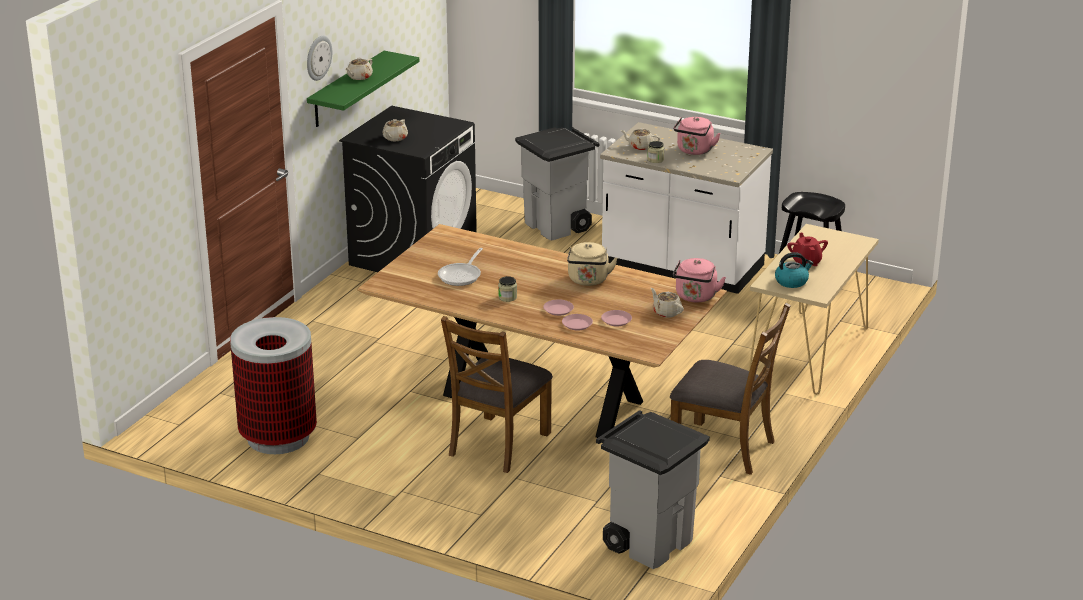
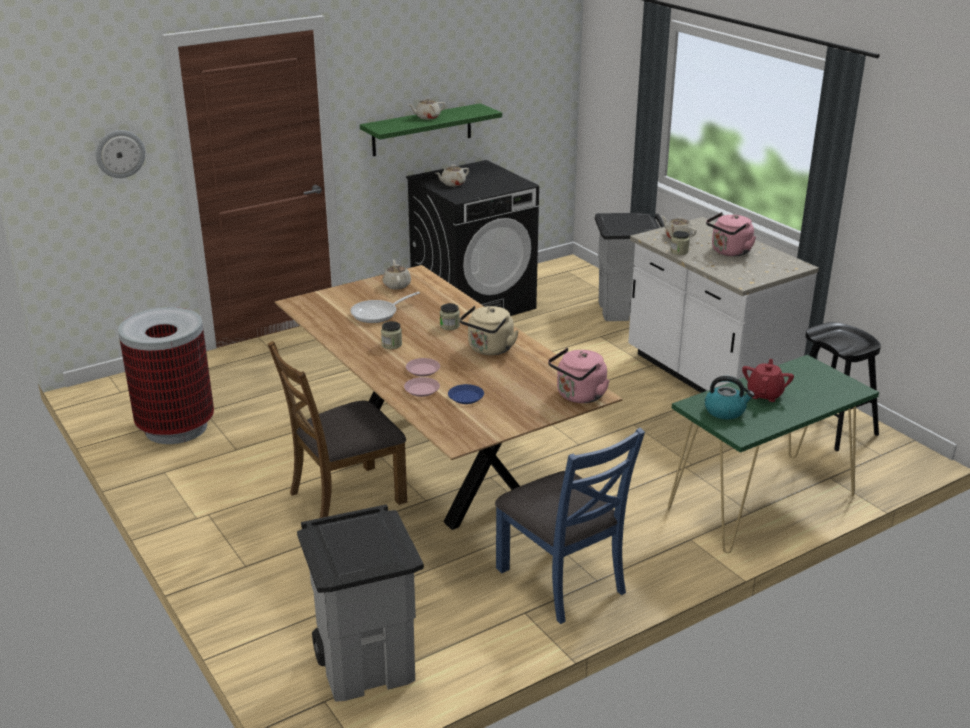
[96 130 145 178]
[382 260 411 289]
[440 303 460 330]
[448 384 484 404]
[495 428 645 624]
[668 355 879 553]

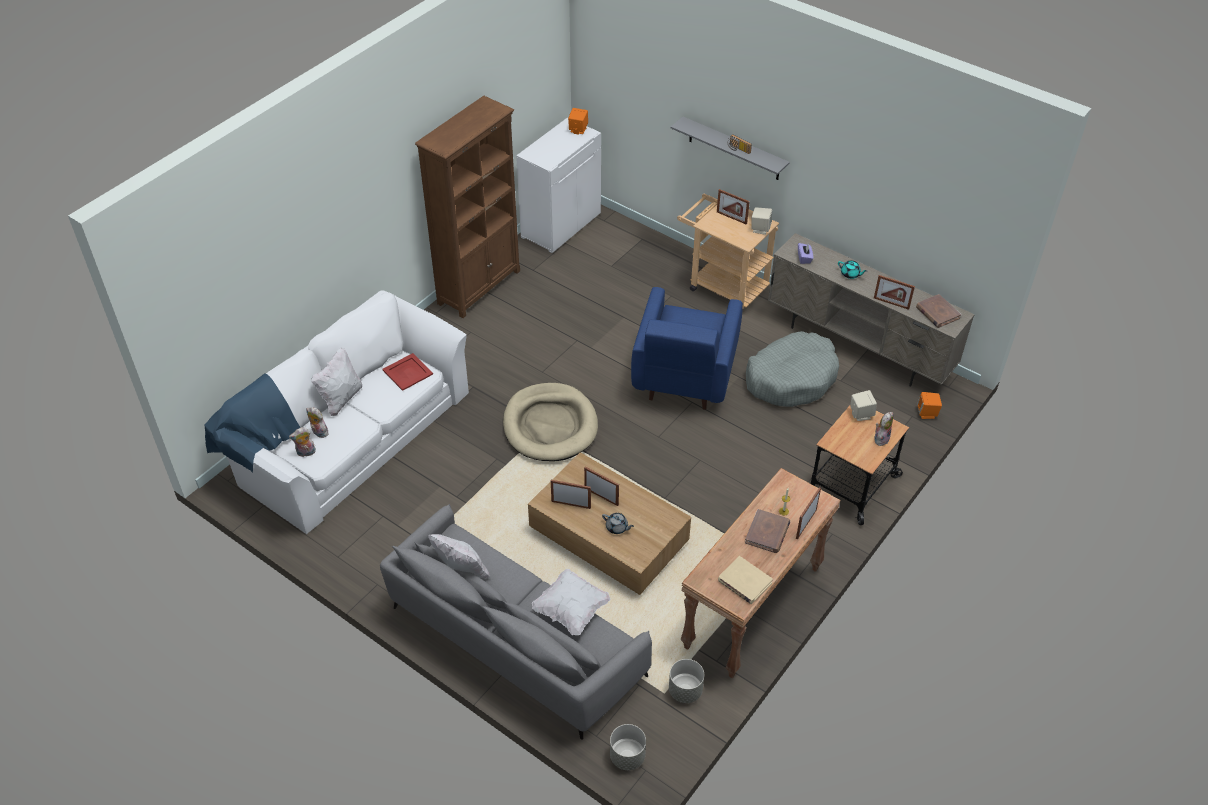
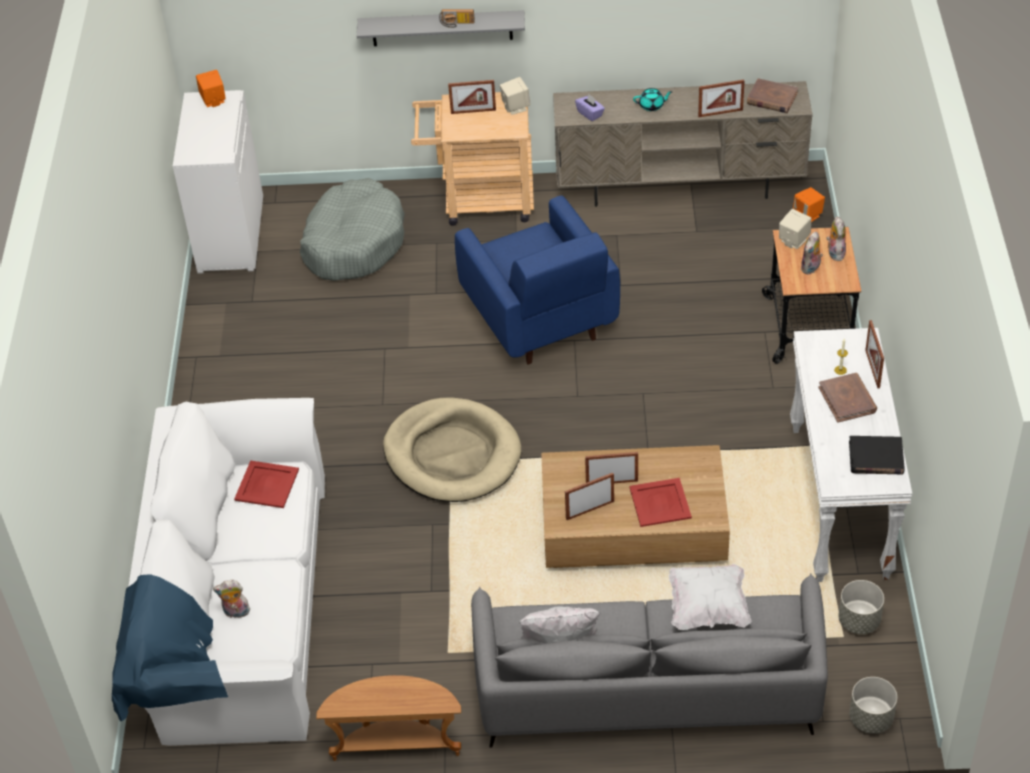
[300 178 405 281]
[316 675 461 761]
[629 478 692 527]
[790 328 913 582]
[800 232 823 275]
[849 436 905 475]
[311 348 362 416] (first image)
[415 96 520 318] (first image)

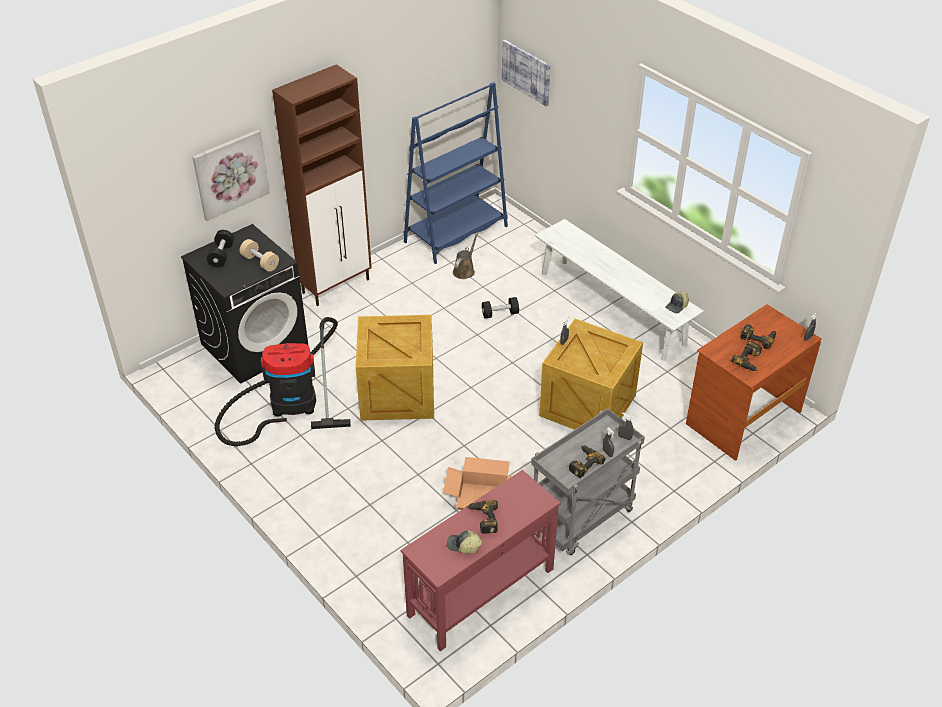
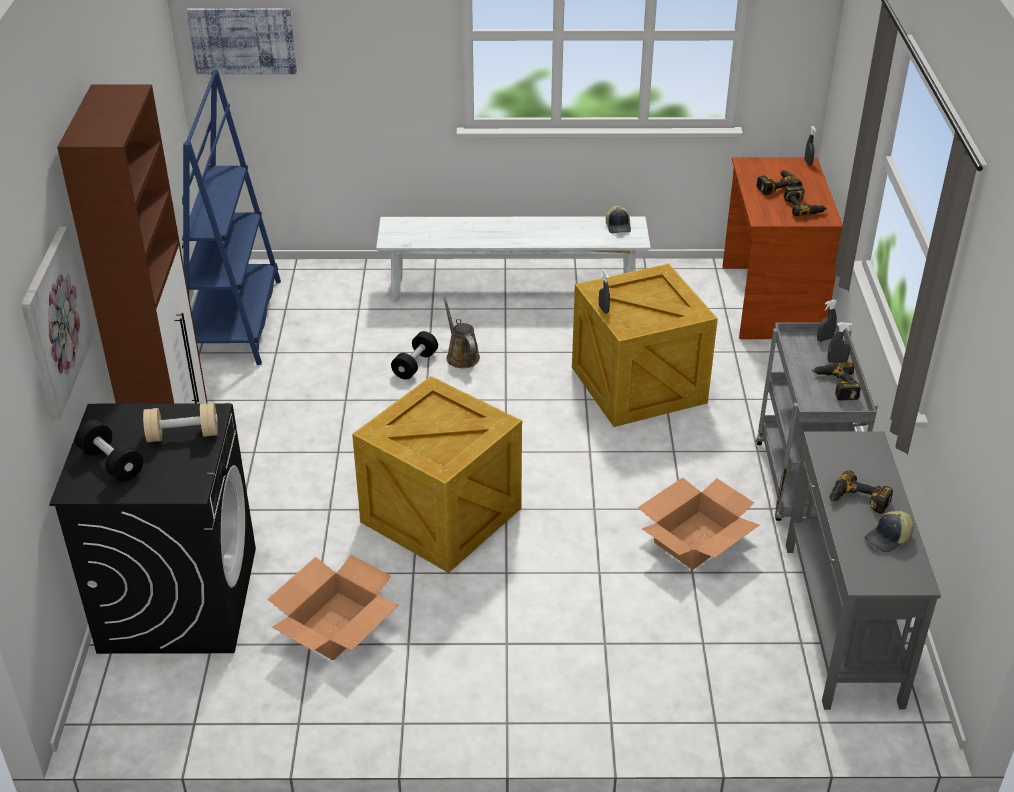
[267 555 399 661]
[443 297 480 368]
[786 431 941 710]

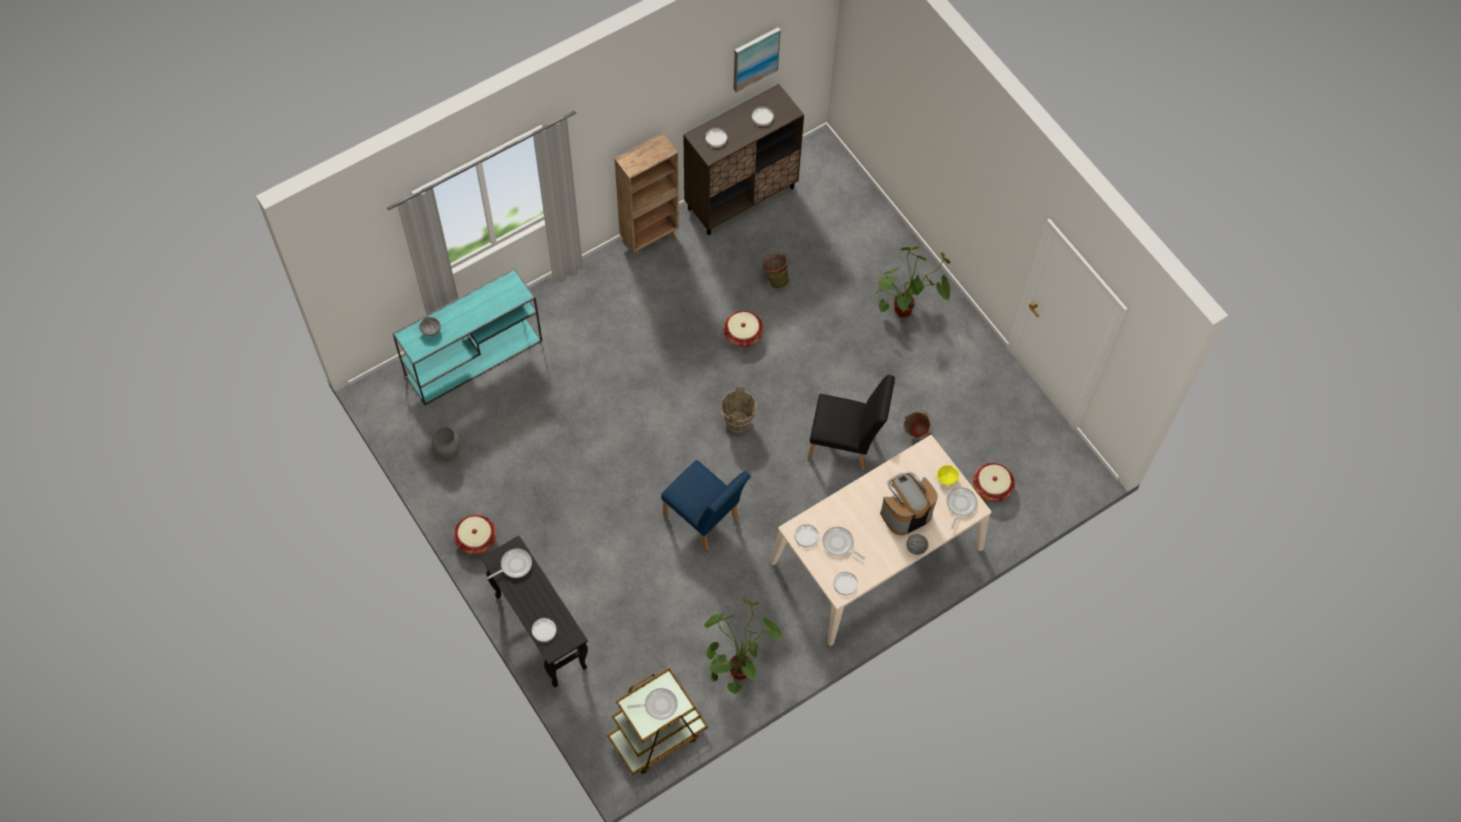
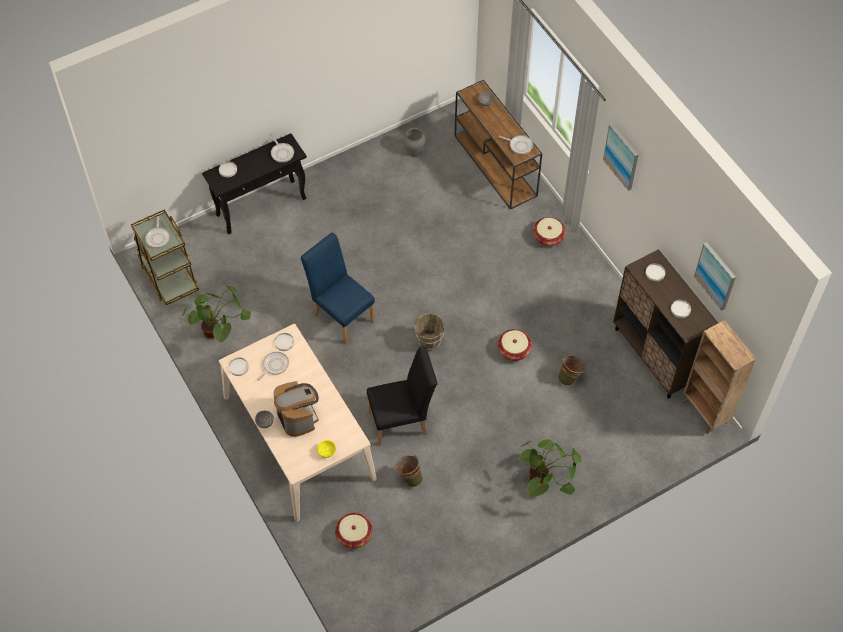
[301 232 375 345]
[367 346 437 446]
[455 80 542 210]
[499 135 533 155]
[533 217 566 246]
[603 123 639 191]
[683 320 756 434]

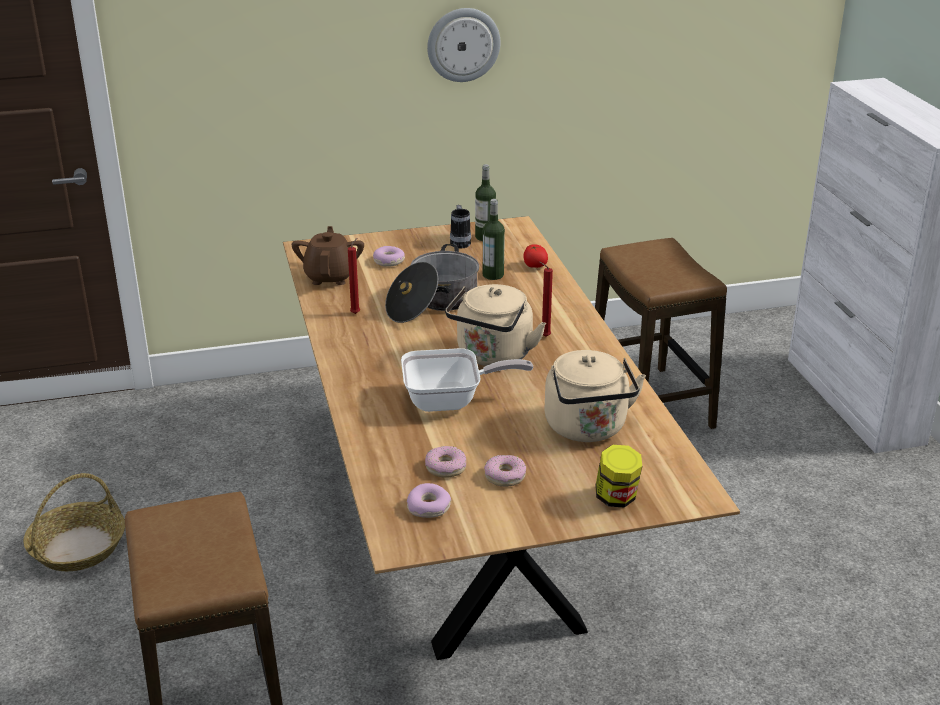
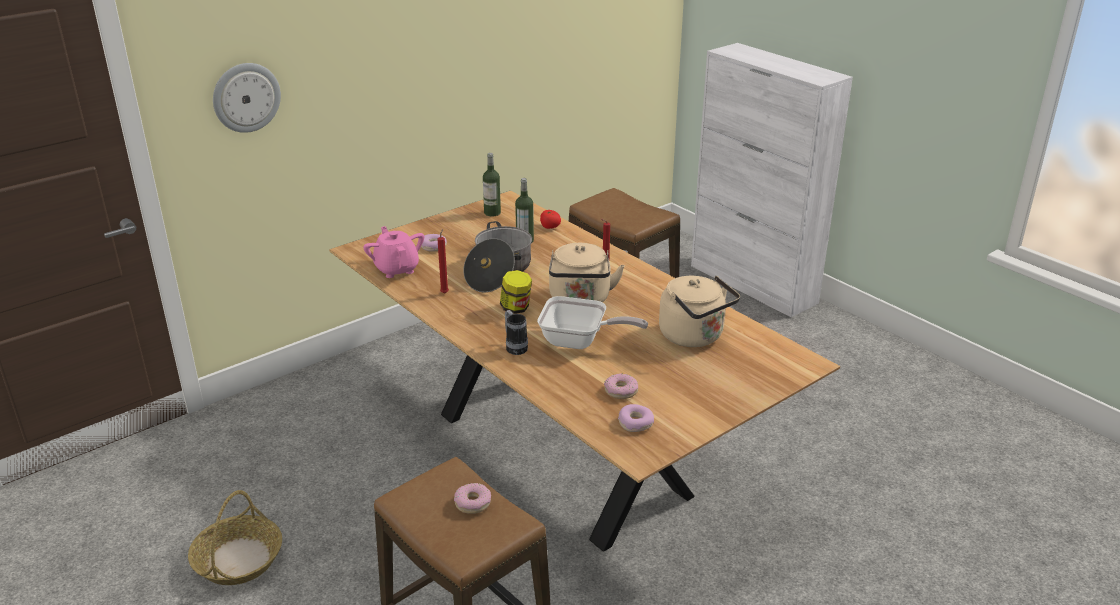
[213 63 281 133]
[363 226 424 278]
[454 483 491 514]
[500 270 532 314]
[505 310 528 355]
[537 296 648 349]

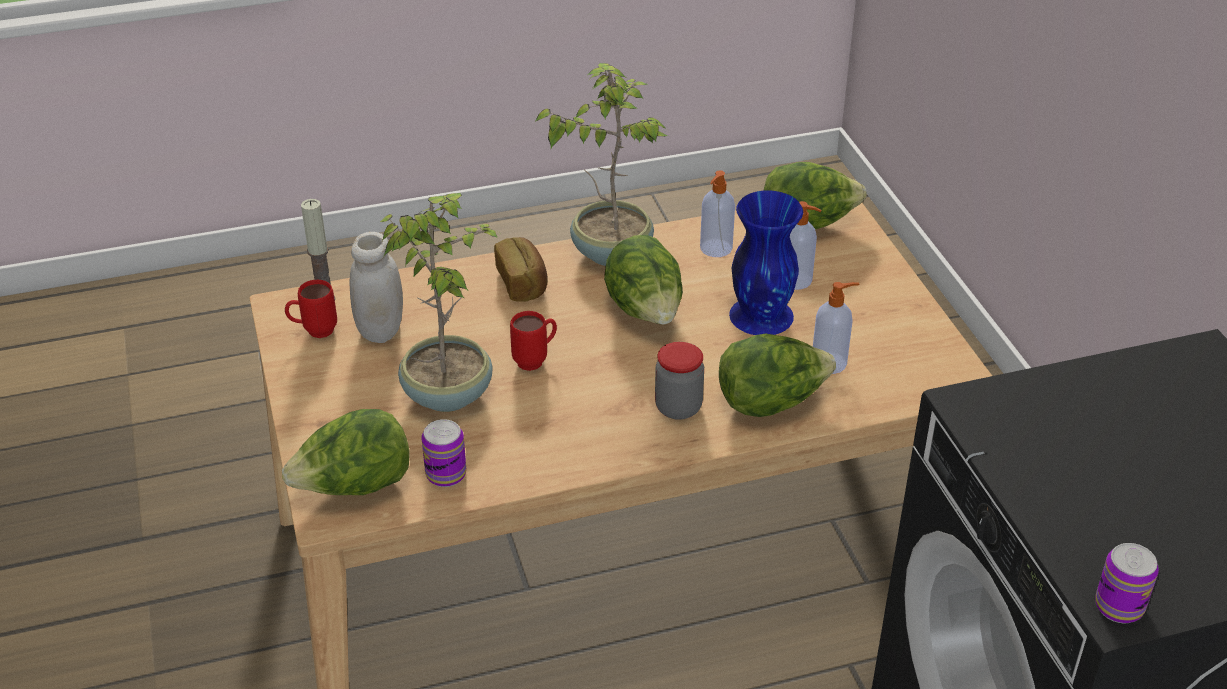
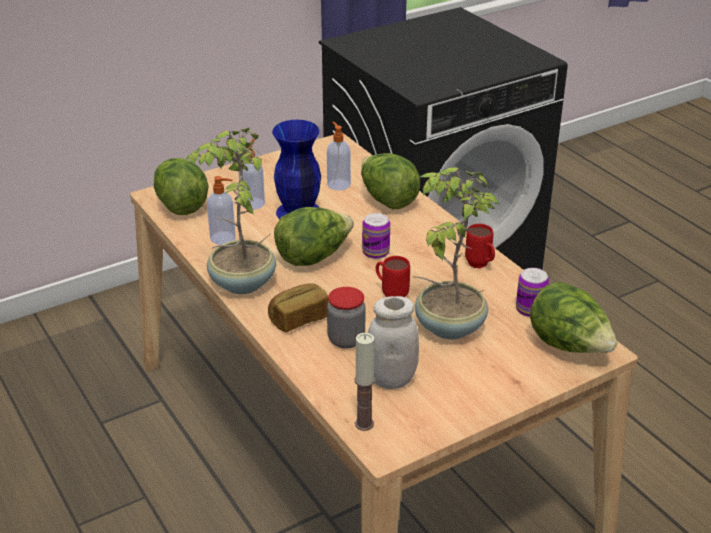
[327 287 365 349]
[362 213 390 259]
[465 224 495 268]

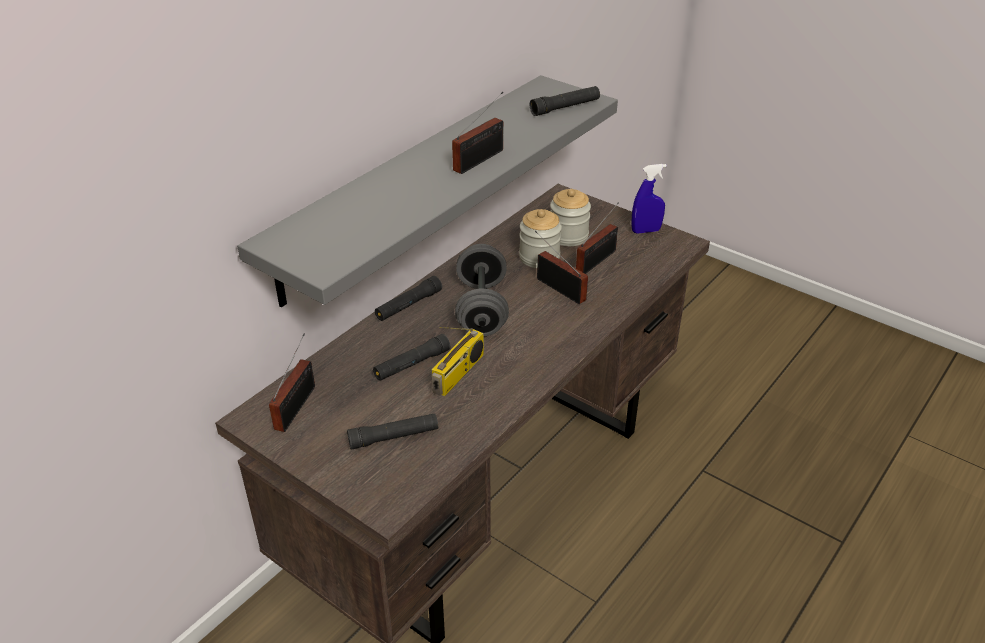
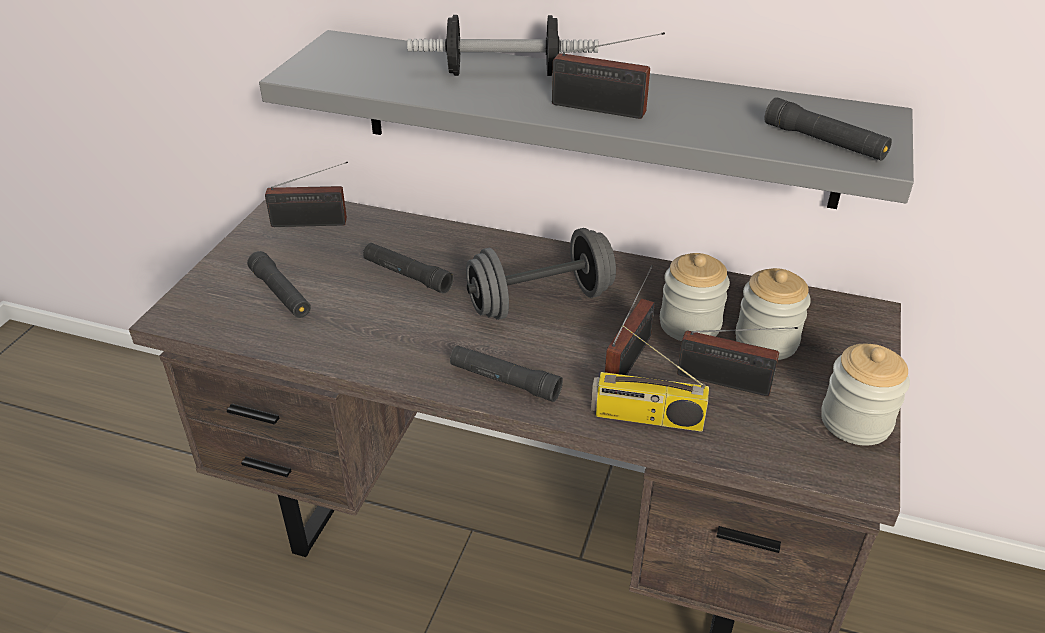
[407 15 598 76]
[450 346 563 402]
[591 325 709 432]
[821 344 910 445]

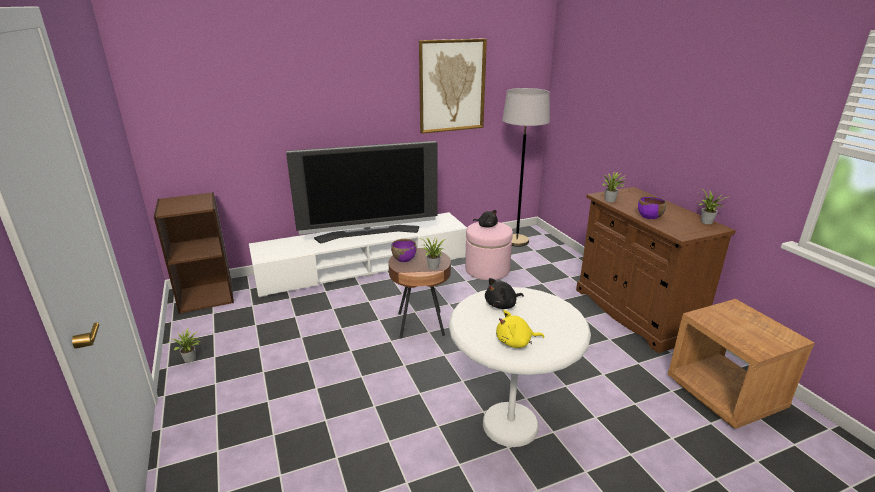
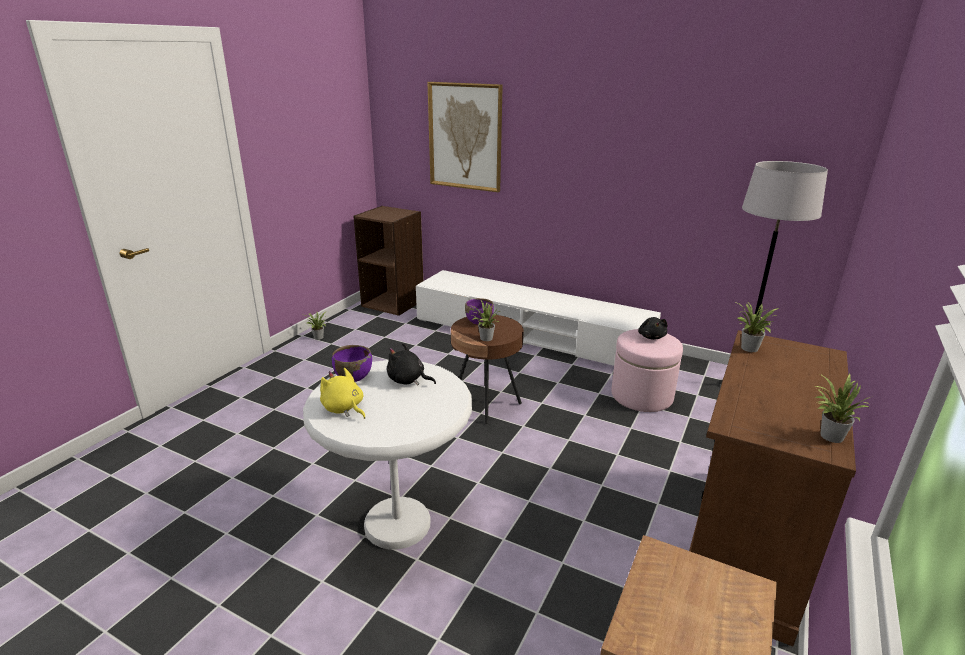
[332 345 372 382]
[427 82 503 192]
[286 141 438 243] (first image)

